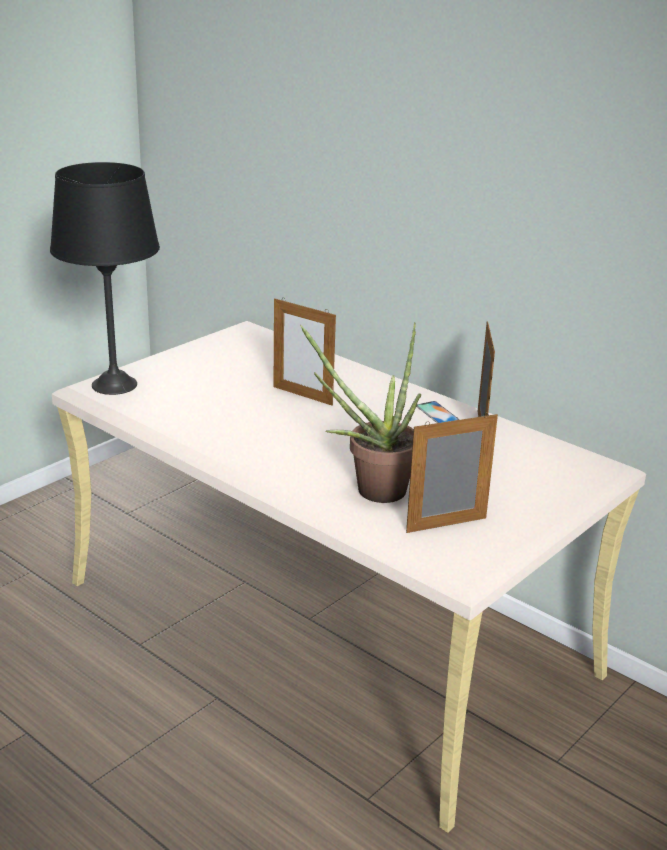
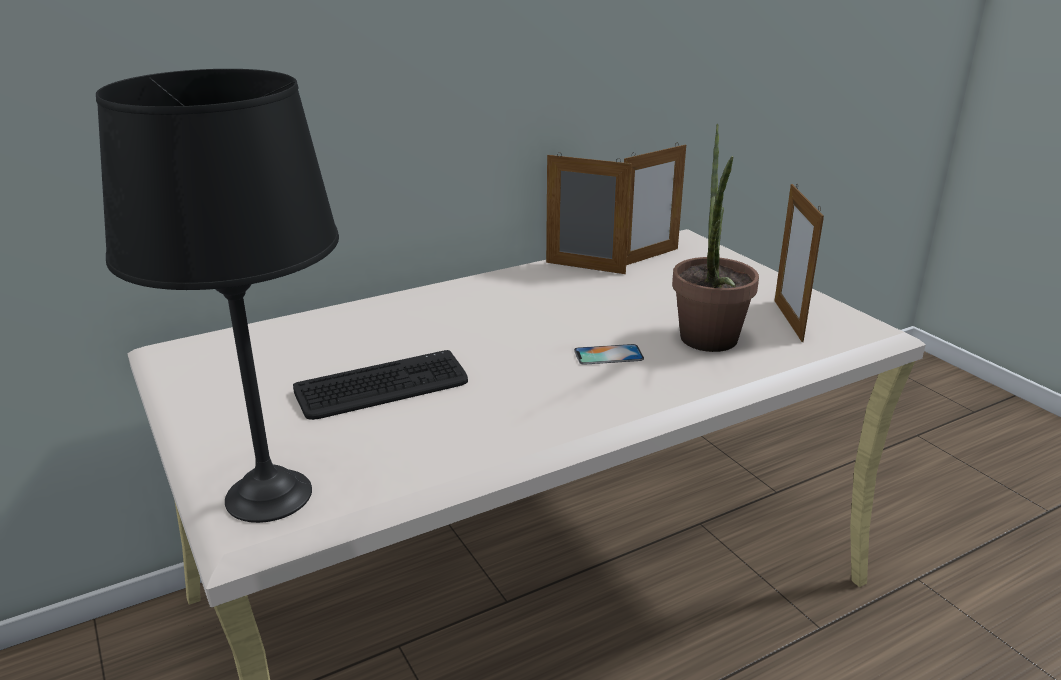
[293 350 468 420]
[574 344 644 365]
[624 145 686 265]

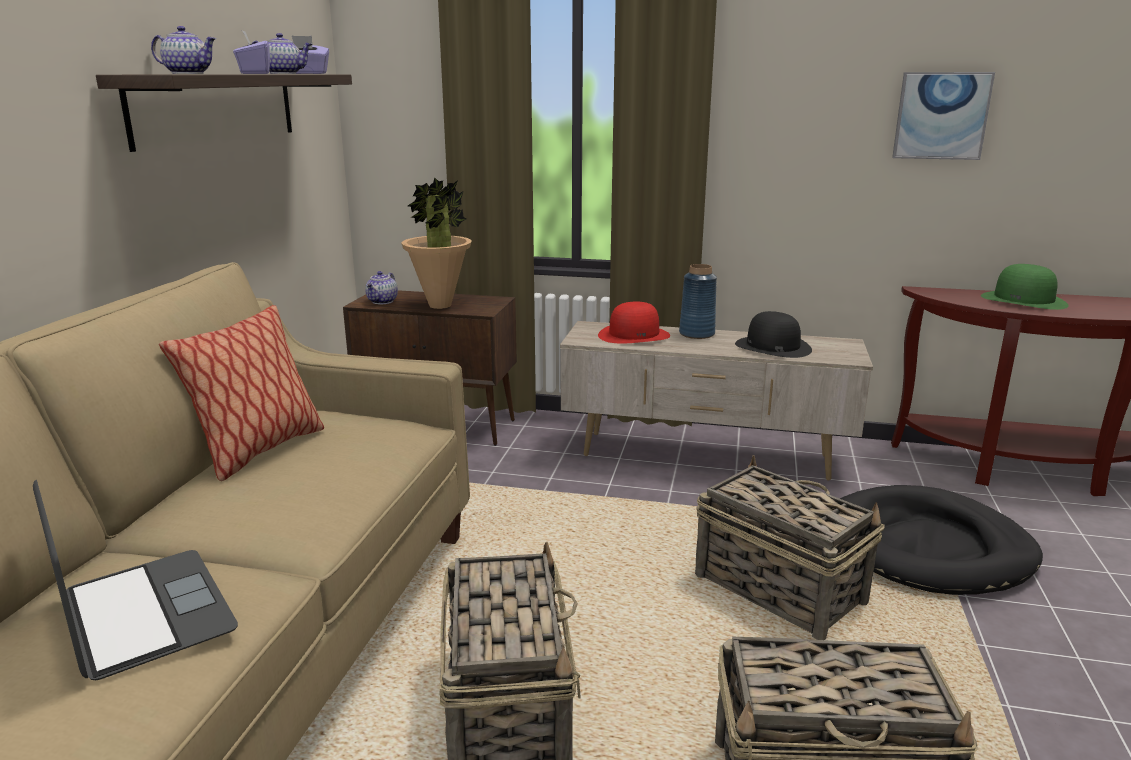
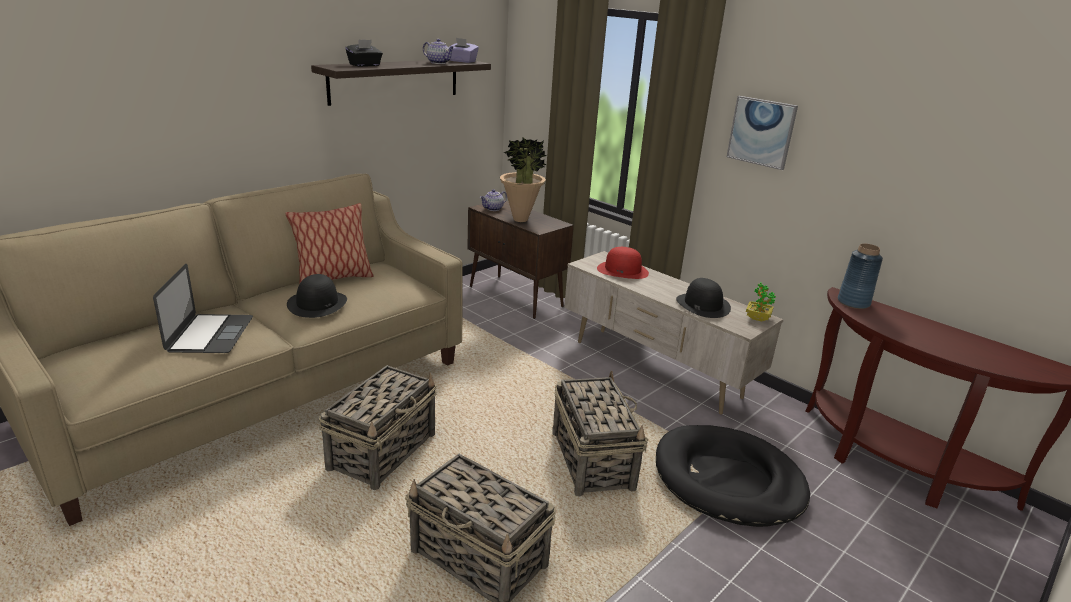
[287 274 347 318]
[345 40 383 67]
[727 96 798 170]
[746 282 776 321]
[838 244 883 309]
[233 31 270 74] (first image)
[981 264 1069 310] (first image)

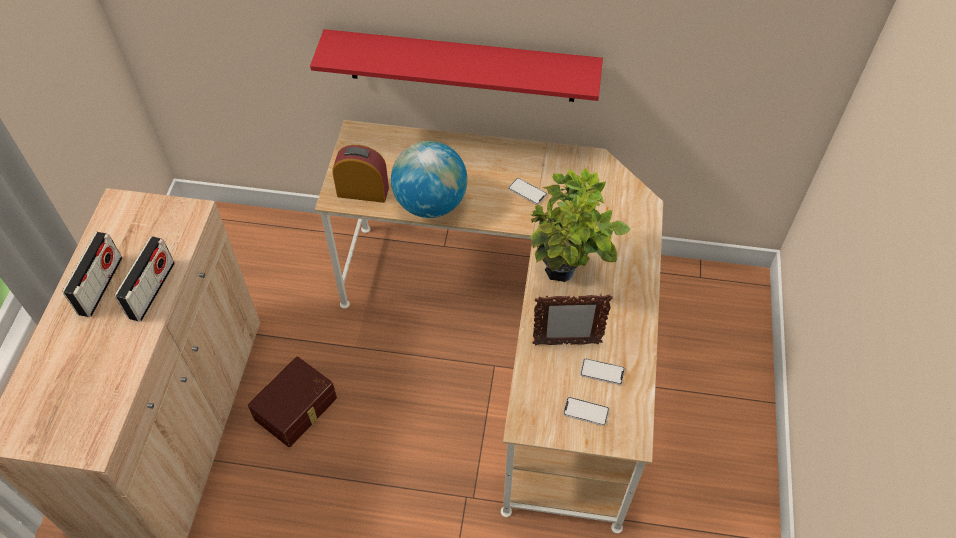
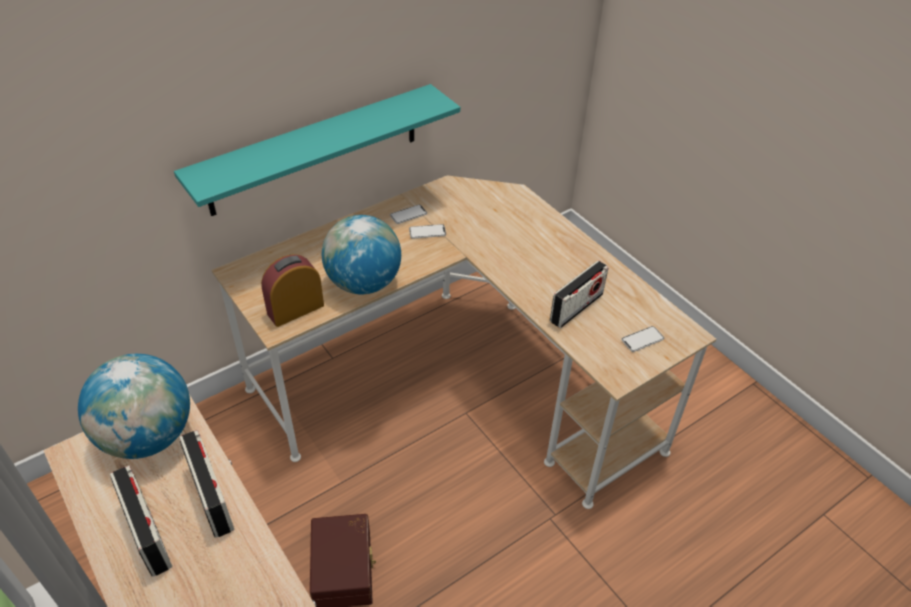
[78 354 190 459]
[174 84 460 216]
[390 205 427 224]
[550 261 609 328]
[531 167 631 282] (first image)

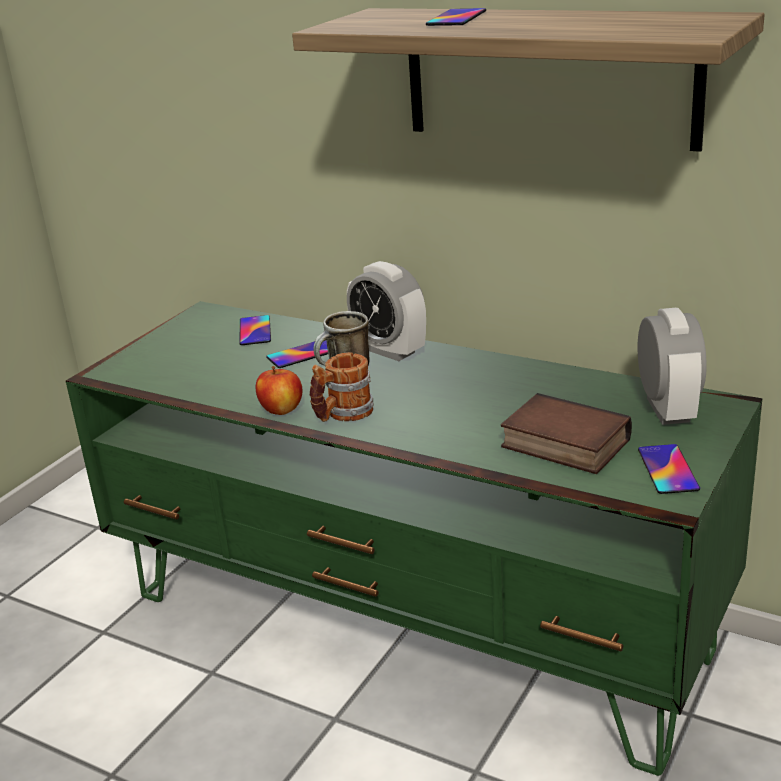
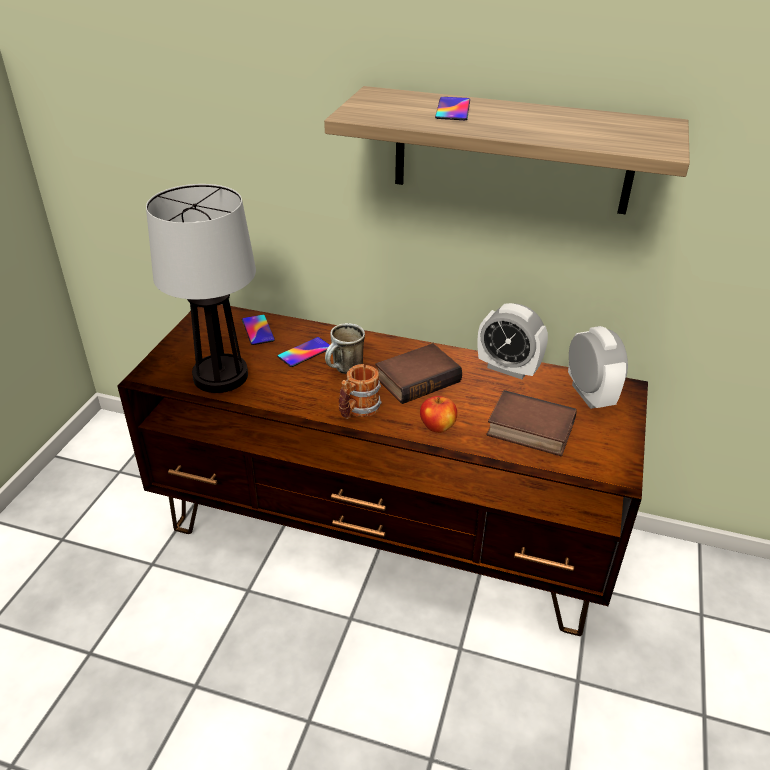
[117 304 648 636]
[146 184 256 393]
[376 343 462 404]
[420 396 457 433]
[478 303 548 379]
[638 444 700 494] (first image)

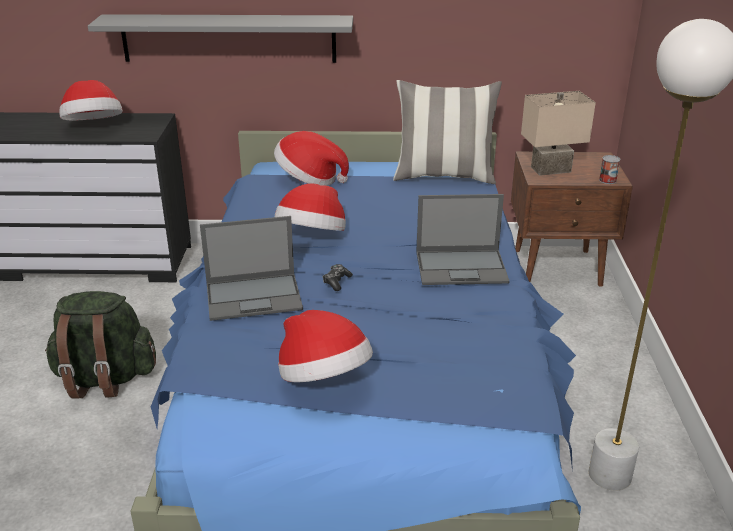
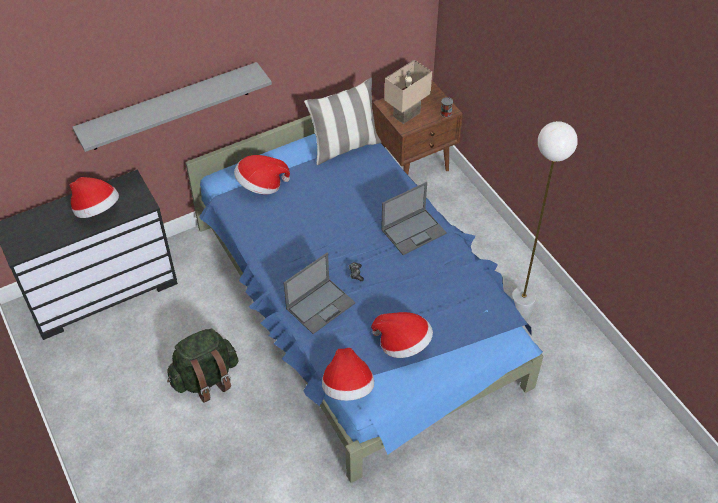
[322 348 374 401]

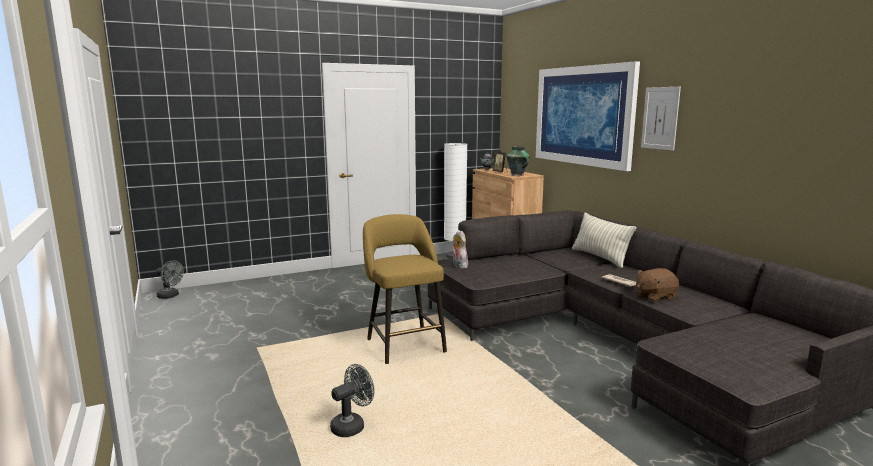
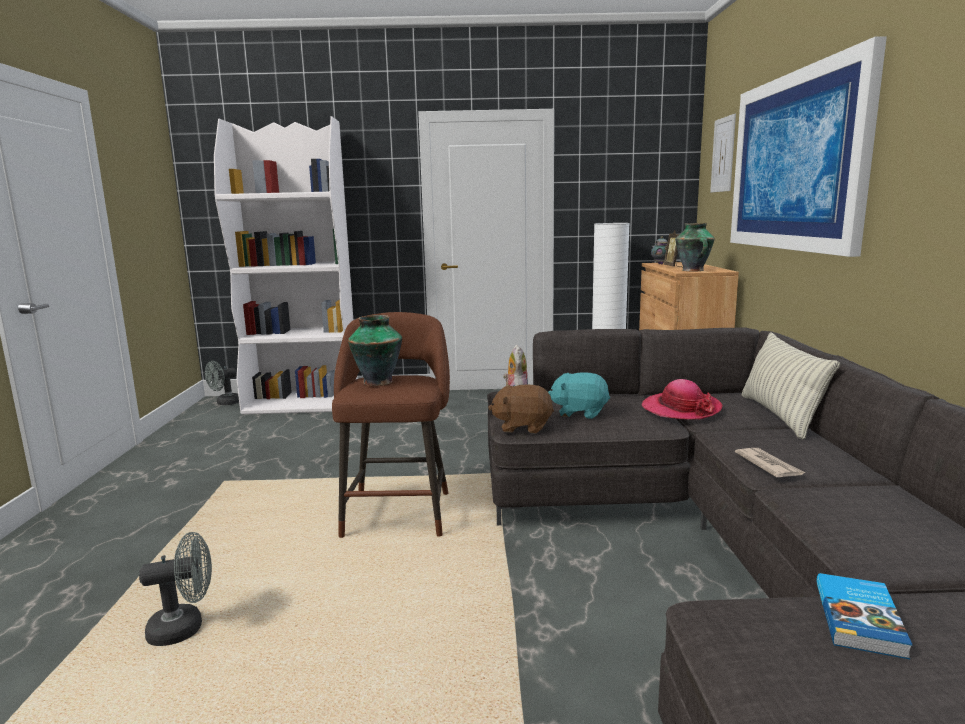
[205 361 239 405]
[214 116 358 415]
[332 312 450 538]
[348 315 402 386]
[488 384 554 433]
[548 372 610 419]
[642 379 722 420]
[710 114 736 192]
[816 573 913 659]

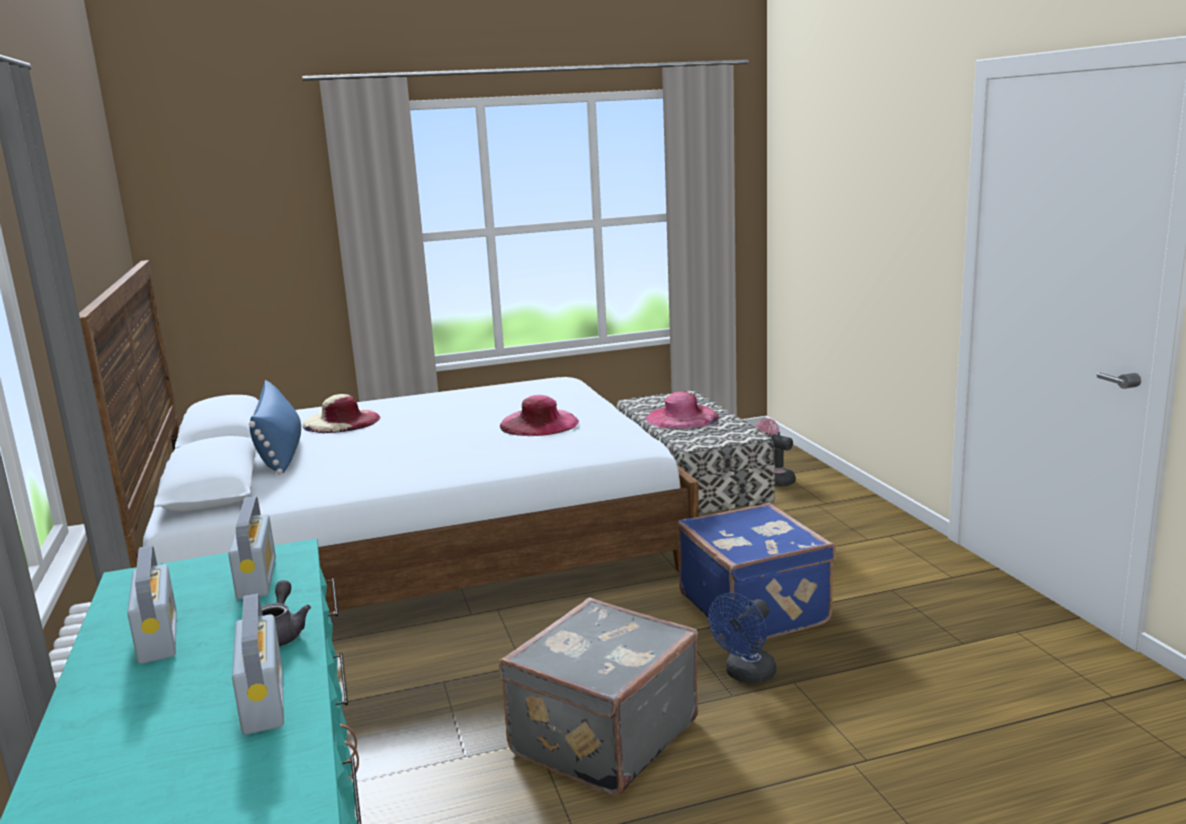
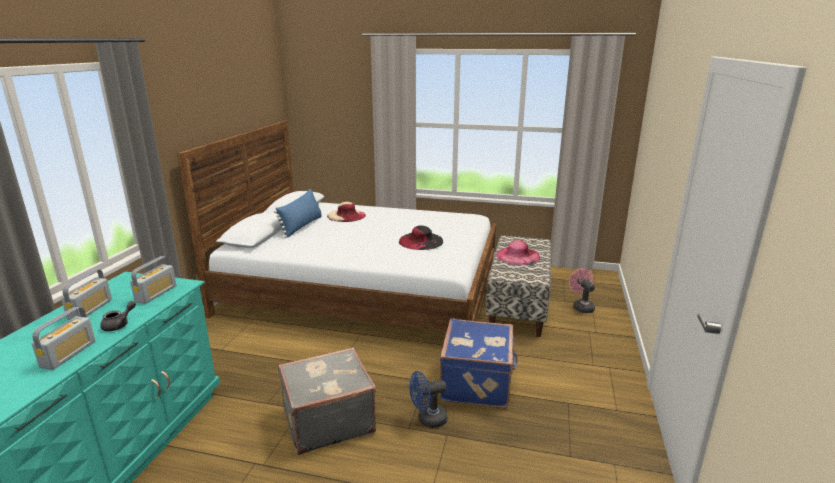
[399 226 443 250]

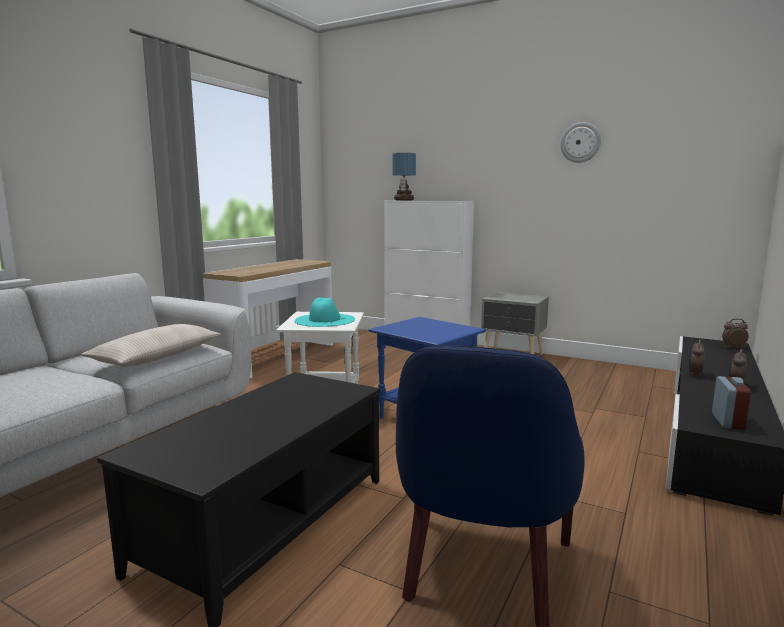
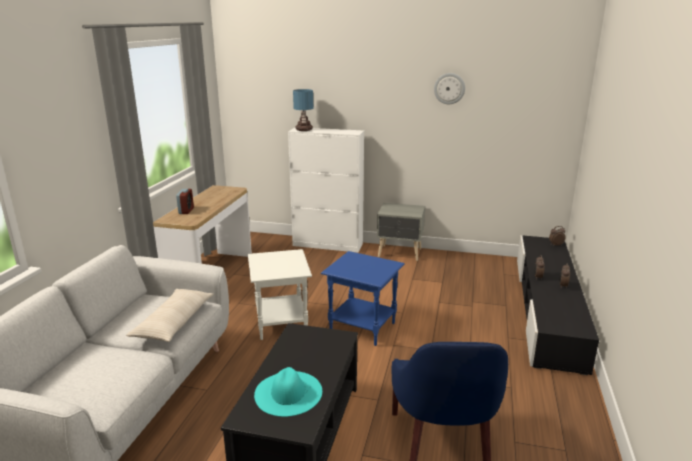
[176 189 194 214]
[254 367 322 417]

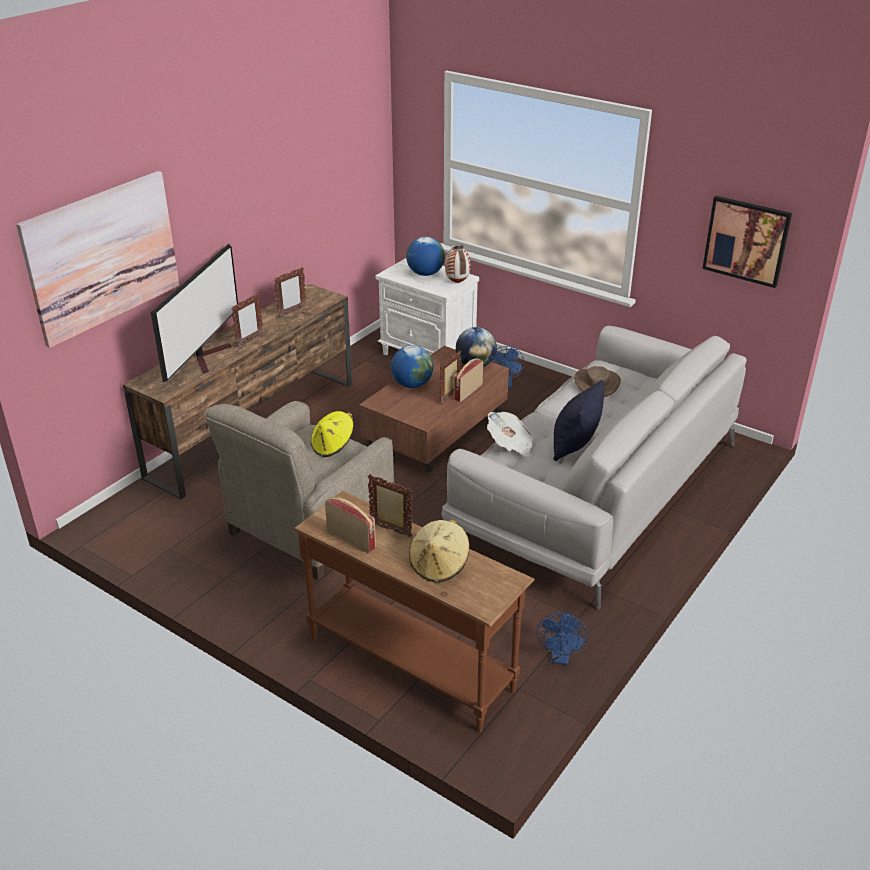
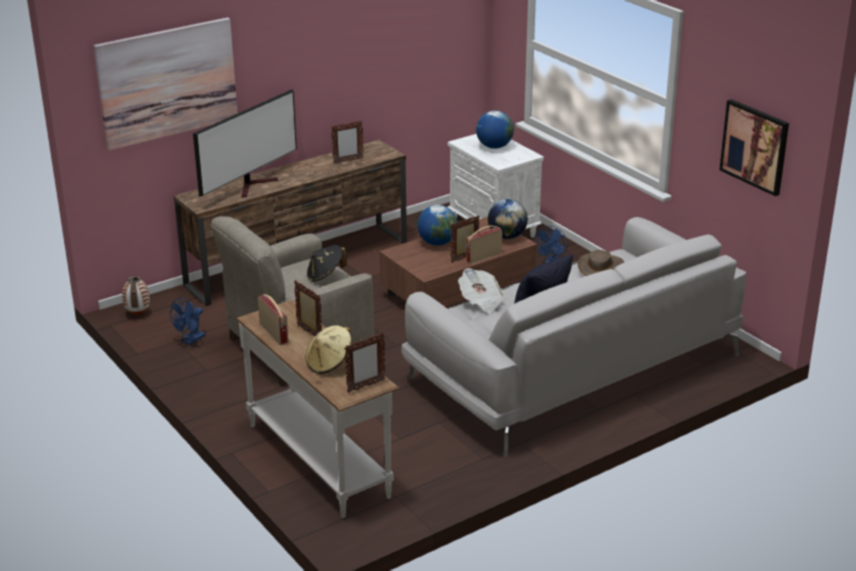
[122 276 150 315]
[170 298 205 345]
[236 300 399 518]
[307 245 347 282]
[344 332 385 393]

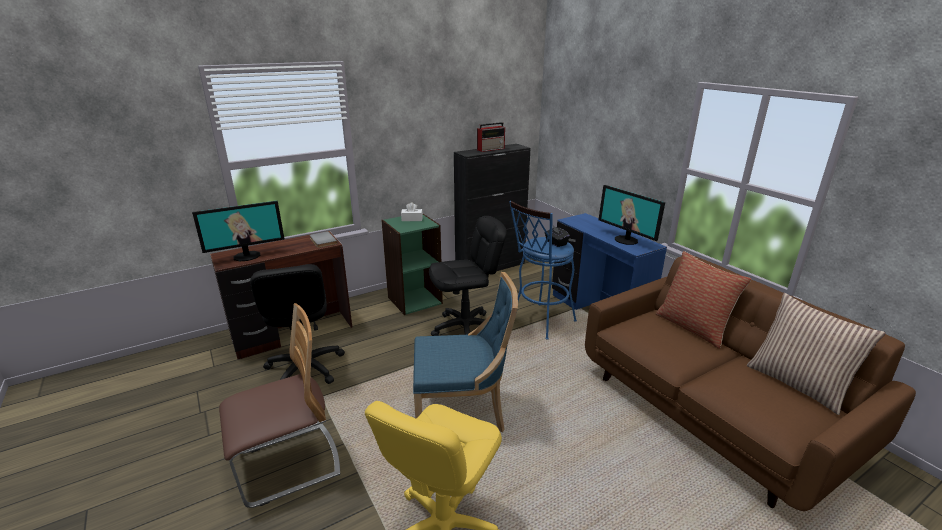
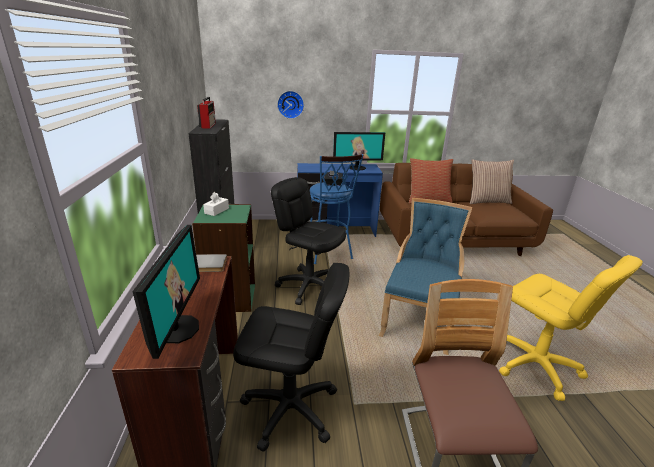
[271 177 346 305]
[277 91 304 119]

